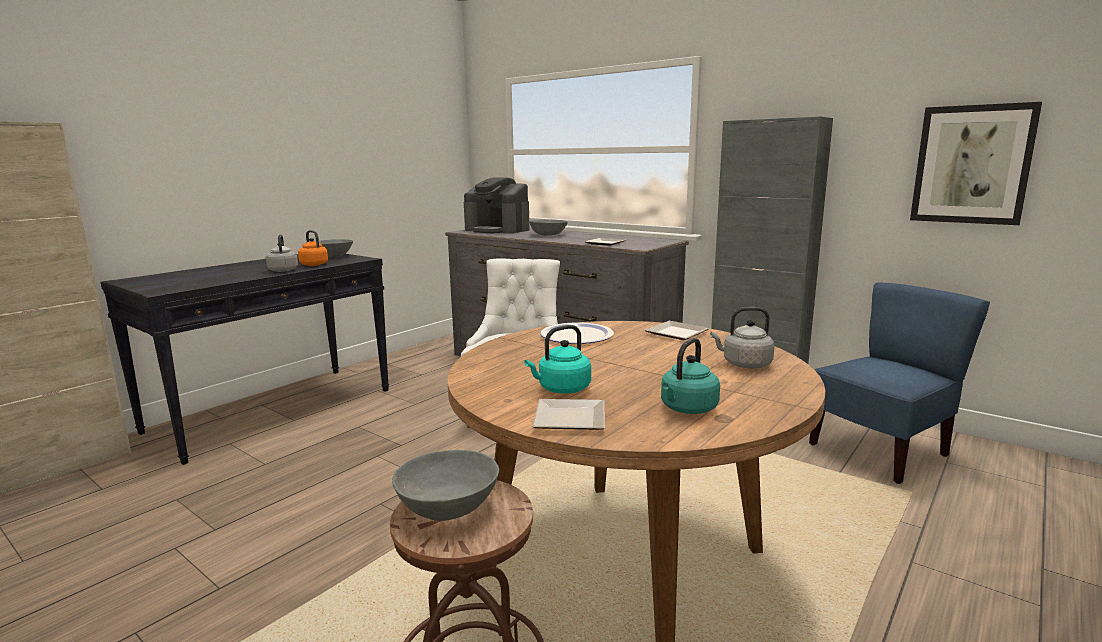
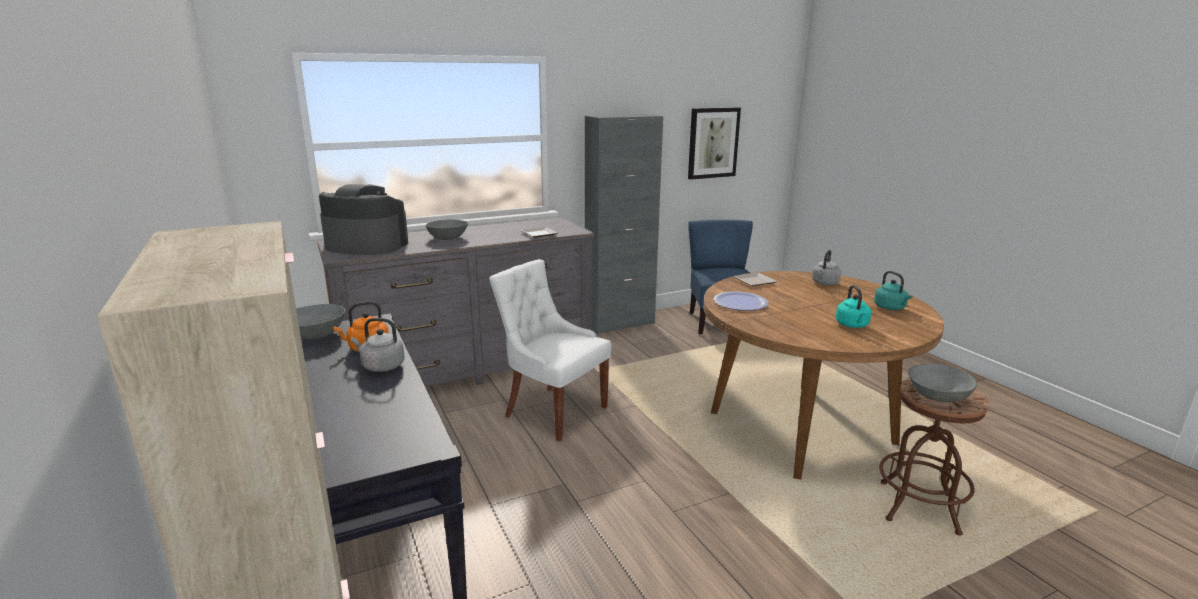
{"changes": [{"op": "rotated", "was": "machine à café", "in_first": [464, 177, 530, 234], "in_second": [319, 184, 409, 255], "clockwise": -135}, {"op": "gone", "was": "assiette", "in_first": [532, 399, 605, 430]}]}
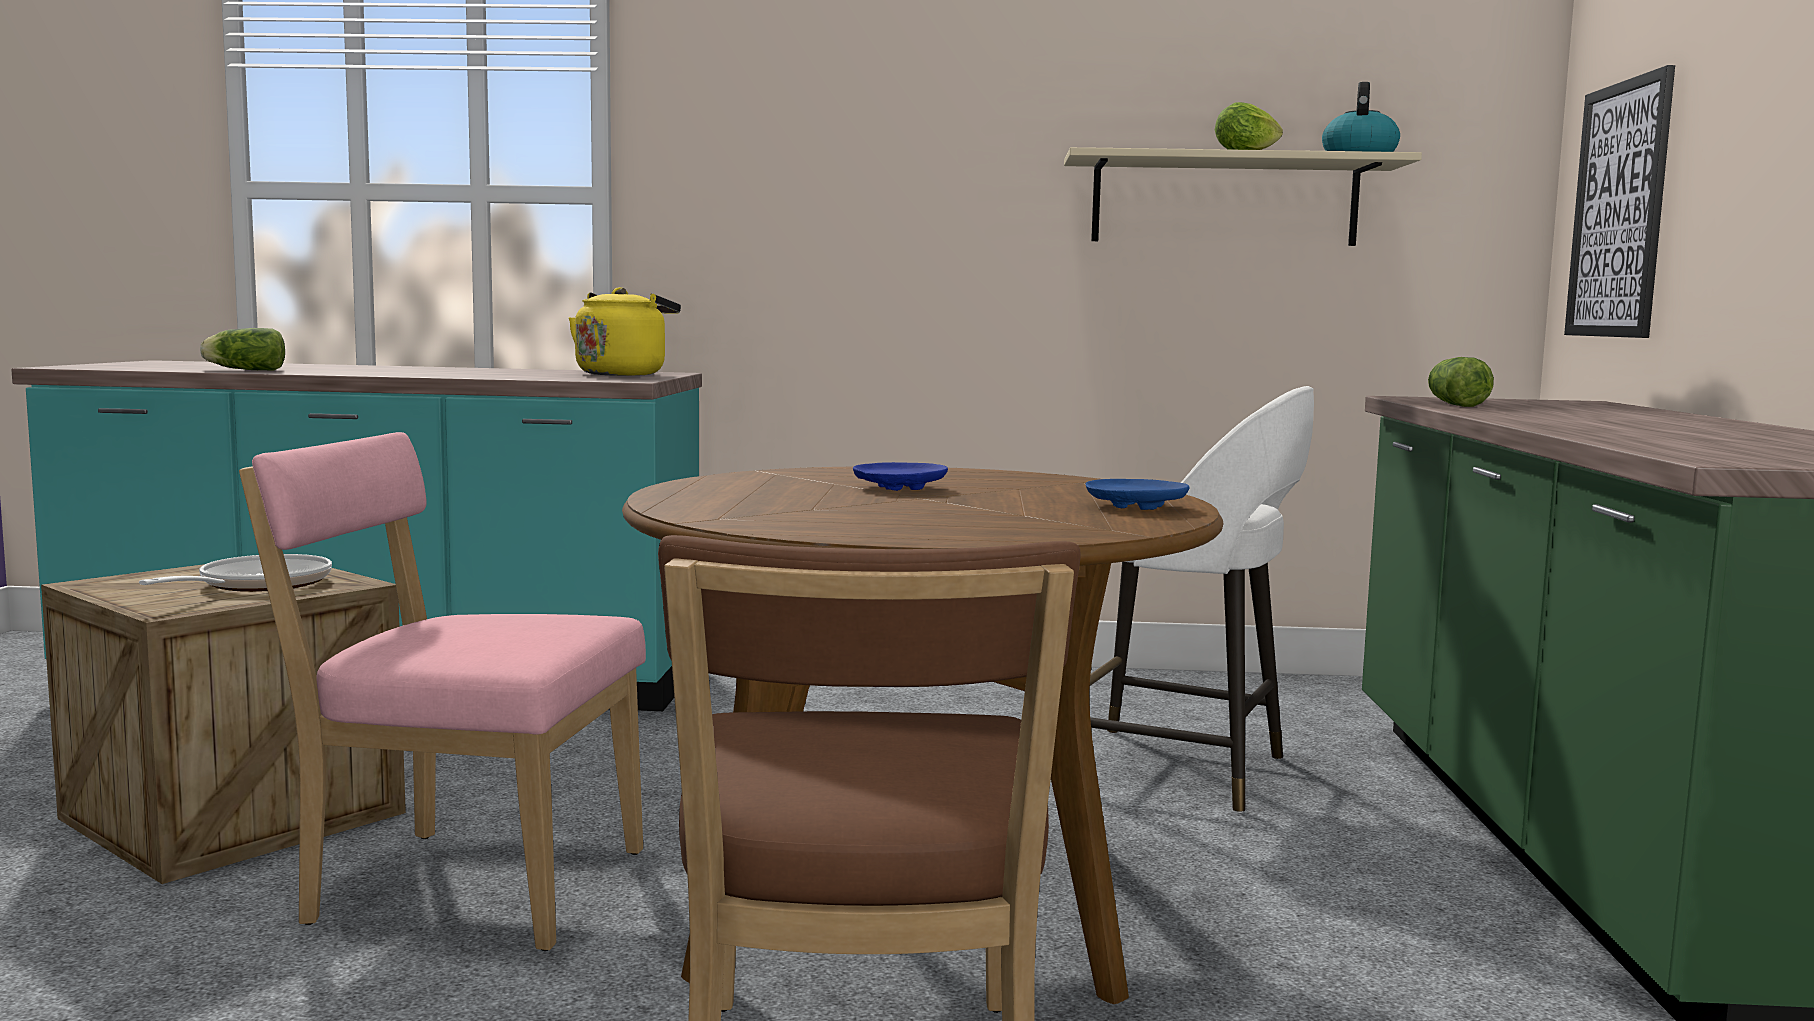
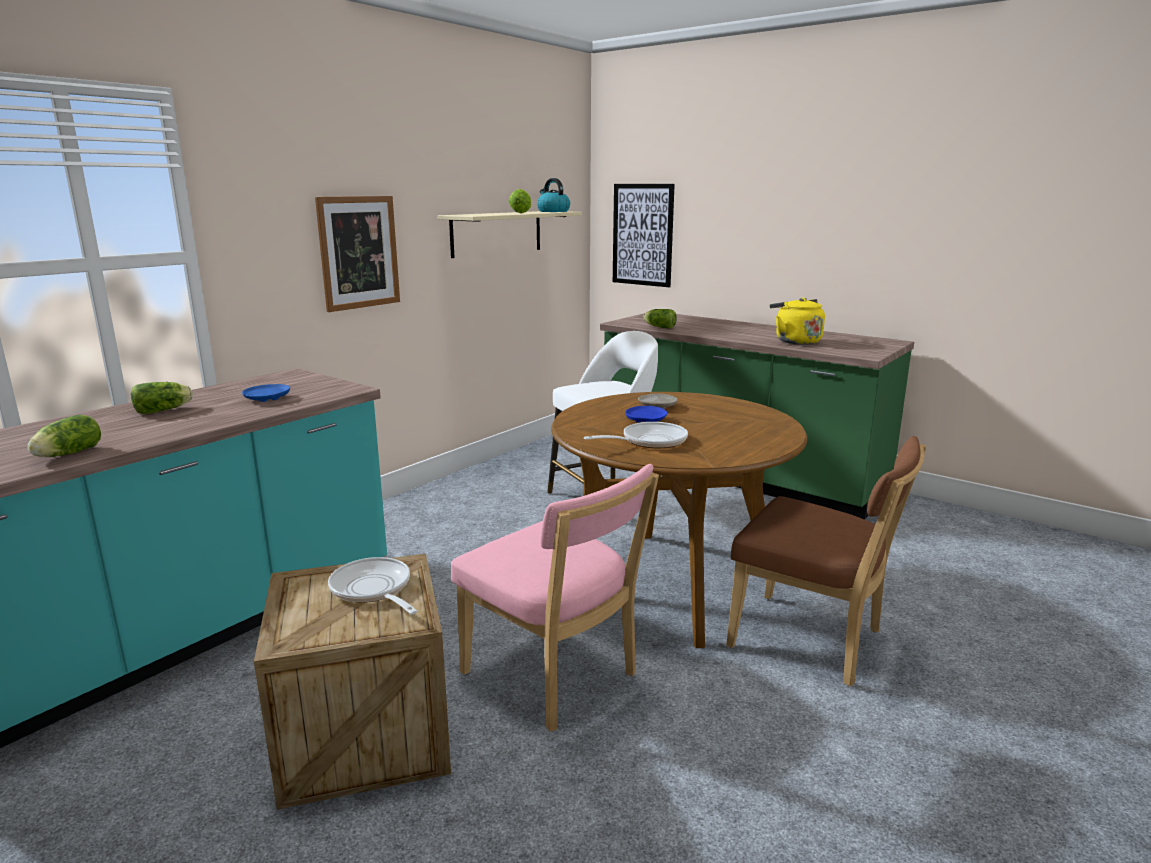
{"changes": [{"op": "rotated", "was": "chaise/rose", "in_first": [239, 432, 646, 951], "in_second": [451, 464, 659, 732], "clockwise": -90}, {"op": "shifted", "was": "bouilloire/jaune", "in_first": [569, 287, 681, 376], "in_second": [770, 297, 825, 345]}, {"op": "shifted", "was": "assiette/bleu", "in_first": [1086, 479, 1190, 510], "in_second": [242, 384, 290, 402]}, {"op": "new", "now": "laitue", "in_second": [131, 382, 193, 414]}, {"op": "new", "now": "tableau", "in_second": [315, 196, 400, 312]}, {"op": "new", "now": "poêle", "in_second": [584, 422, 688, 448]}, {"op": "new", "now": "assiette/beige", "in_second": [638, 393, 678, 409]}]}
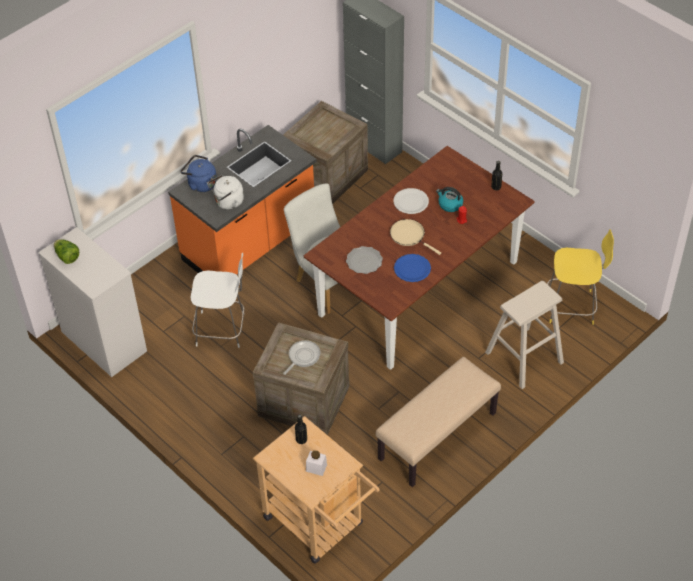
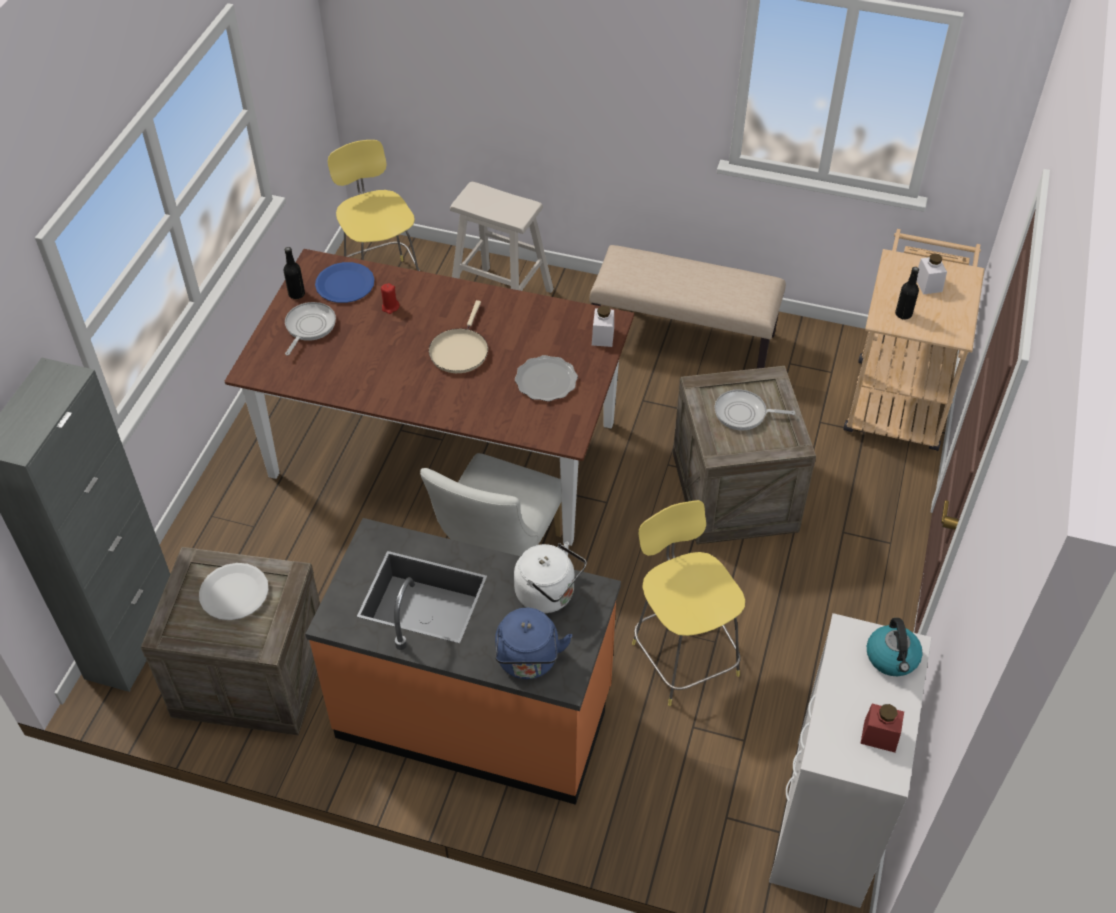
{"changes": [{"op": "swapped", "was": "laitue", "now": "bocal/rouge", "in_first": [54, 239, 79, 264], "in_second": [860, 704, 904, 752]}, {"op": "repainted", "was": "tabouret/blanc", "now": "tabouret/jaune", "in_first": [191, 253, 244, 348], "in_second": [632, 500, 745, 706]}, {"op": "shifted", "was": "assiette/blanc", "in_first": [393, 188, 429, 214], "in_second": [199, 563, 269, 620]}, {"op": "shifted", "was": "assiette/bleu", "in_first": [394, 254, 431, 282], "in_second": [315, 262, 375, 303]}, {"op": "shifted", "was": "bouilloire", "in_first": [436, 187, 463, 212], "in_second": [867, 618, 923, 676]}, {"op": "new", "now": "poêle", "in_second": [285, 302, 336, 355]}, {"op": "new", "now": "bocal/blanc", "in_second": [592, 306, 614, 347]}]}
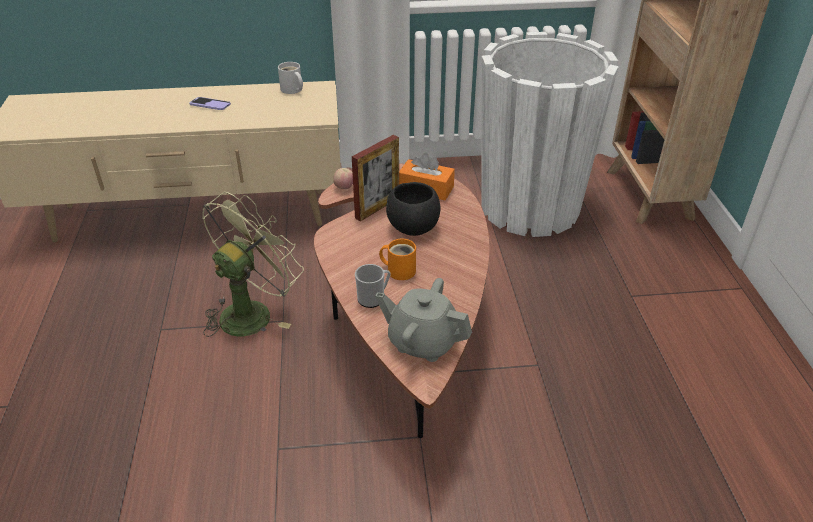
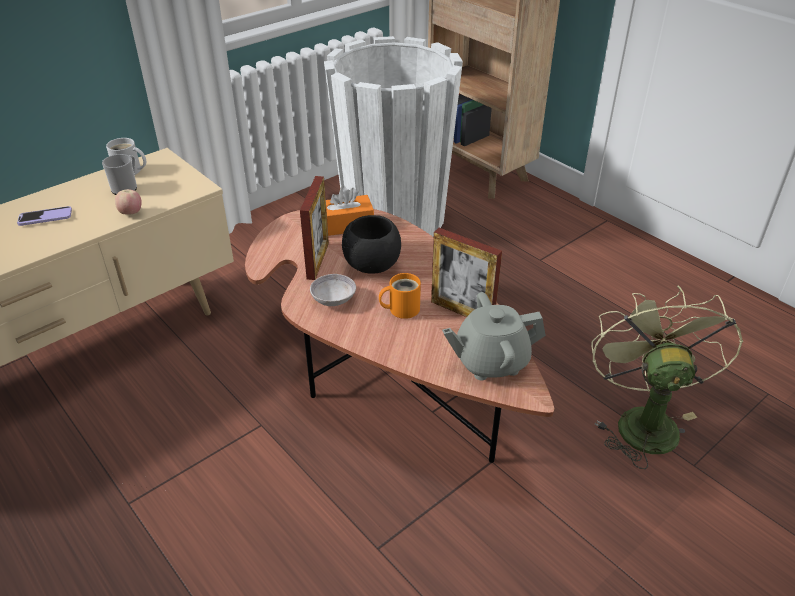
{"changes": [{"op": "shifted", "was": "ventilateur/vert", "in_first": [202, 192, 304, 337], "in_second": [591, 285, 743, 469]}, {"op": "shifted", "was": "pomme", "in_first": [333, 168, 353, 189], "in_second": [115, 189, 142, 214]}, {"op": "shifted", "was": "mug", "in_first": [355, 264, 391, 308], "in_second": [102, 154, 137, 195]}, {"op": "new", "now": "bol/gris", "in_second": [310, 274, 356, 306]}, {"op": "new", "now": "cadre photo", "in_second": [431, 228, 502, 317]}]}
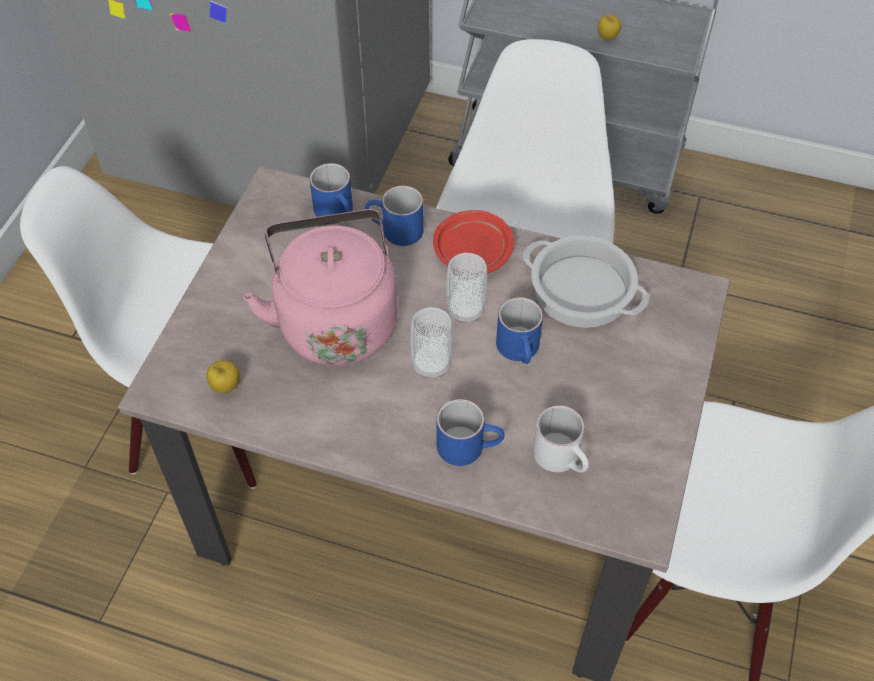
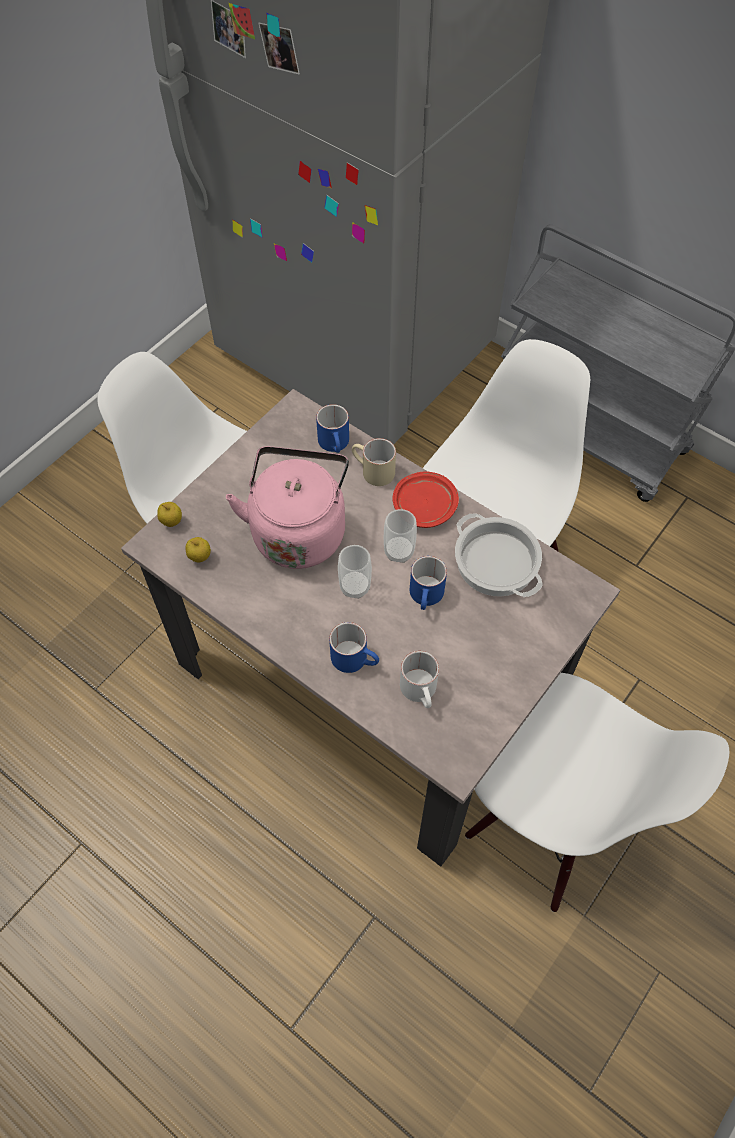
{"changes": [{"op": "repainted", "was": "mug/bleu", "now": "mug/beige", "in_first": [365, 186, 424, 246], "in_second": [352, 438, 396, 486]}, {"op": "shifted", "was": "pomme", "in_first": [597, 15, 621, 41], "in_second": [157, 502, 182, 527]}]}
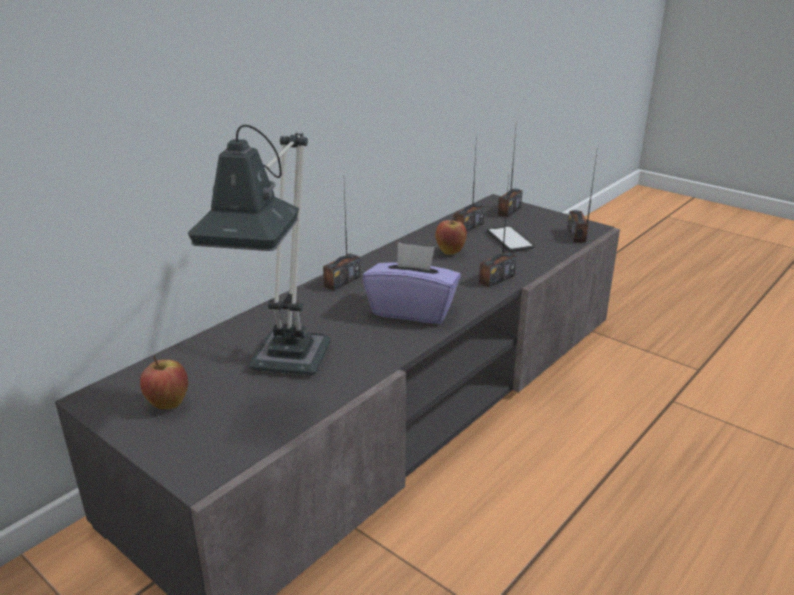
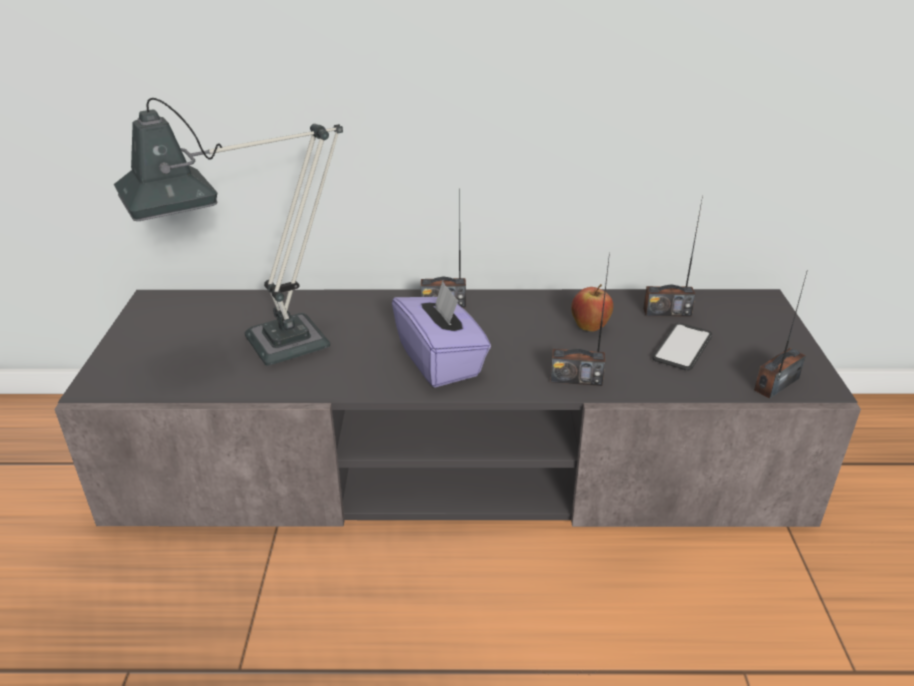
{"changes": [{"op": "gone", "was": "pomme", "in_first": [140, 356, 188, 409]}, {"op": "gone", "was": "radio", "in_first": [498, 130, 523, 217]}]}
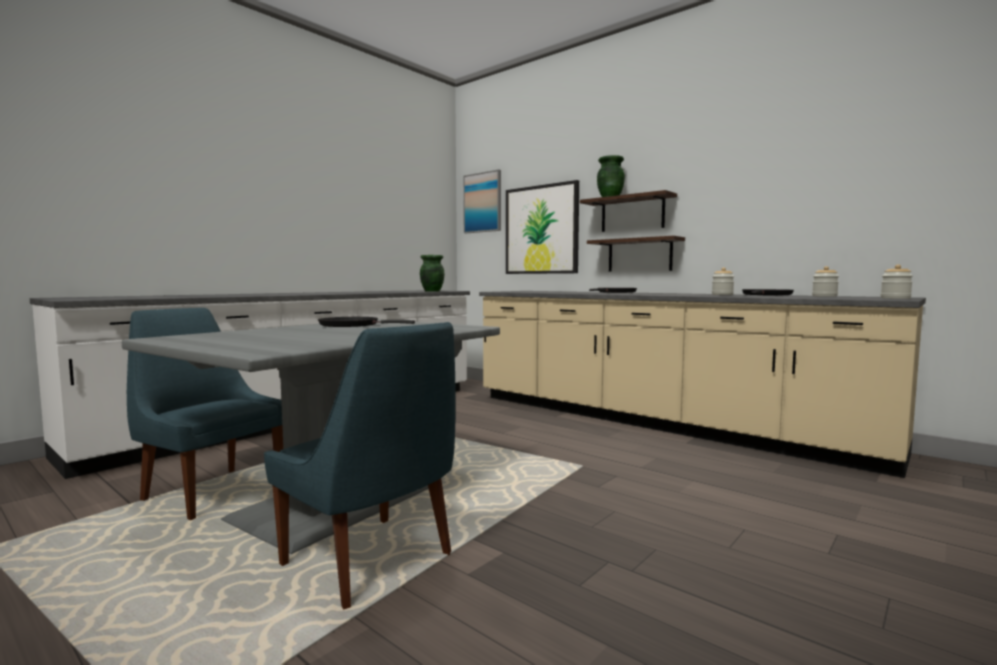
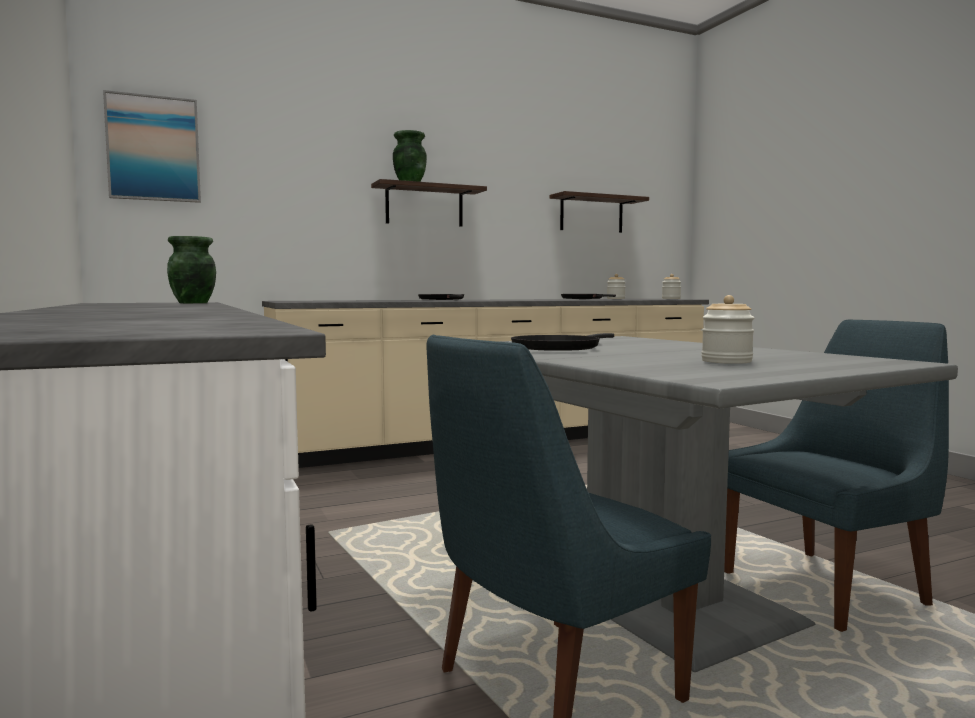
{"changes": [{"op": "gone", "was": "tableau", "in_first": [506, 180, 579, 274]}, {"op": "shifted", "was": "étagère", "in_first": [587, 236, 685, 271], "in_second": [550, 191, 649, 233]}, {"op": "shifted", "was": "bocal", "in_first": [712, 267, 734, 295], "in_second": [701, 295, 754, 364]}]}
